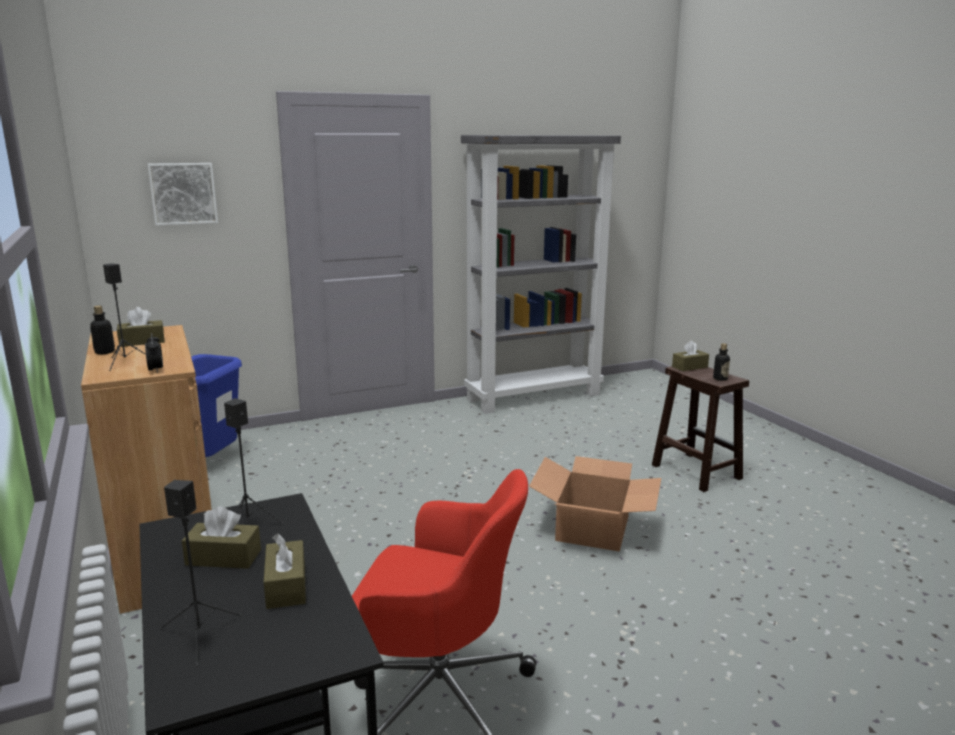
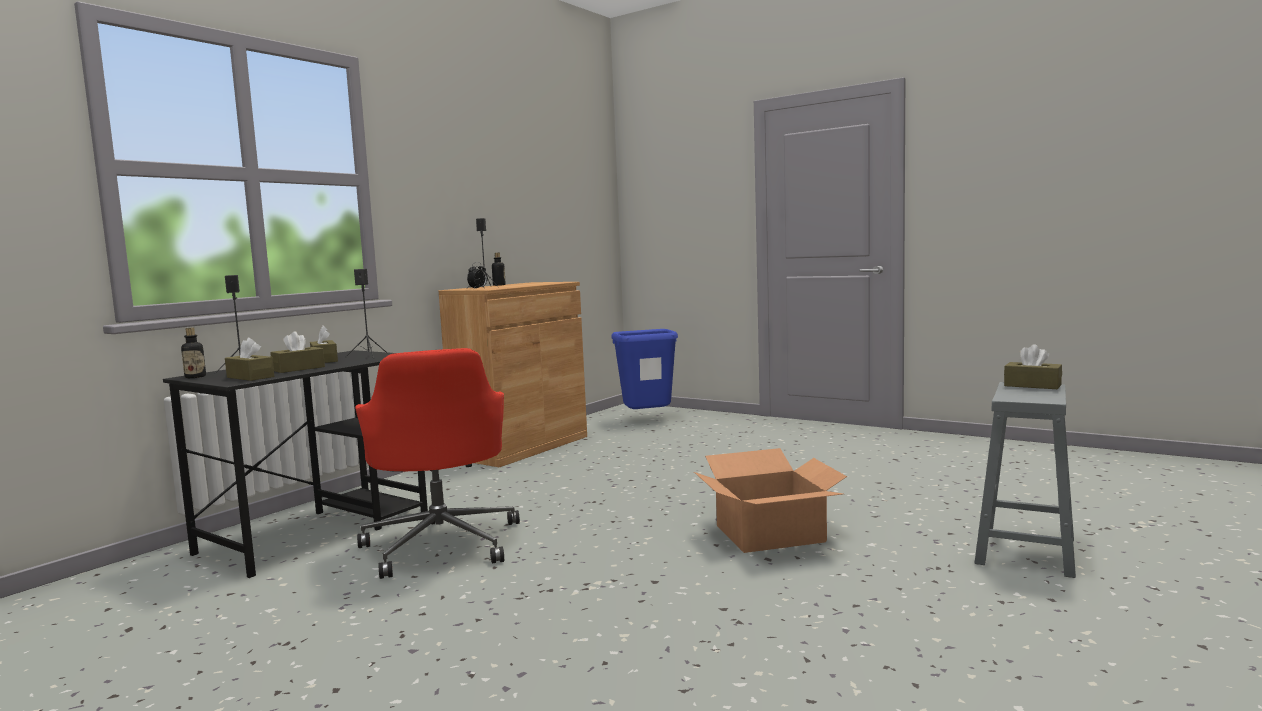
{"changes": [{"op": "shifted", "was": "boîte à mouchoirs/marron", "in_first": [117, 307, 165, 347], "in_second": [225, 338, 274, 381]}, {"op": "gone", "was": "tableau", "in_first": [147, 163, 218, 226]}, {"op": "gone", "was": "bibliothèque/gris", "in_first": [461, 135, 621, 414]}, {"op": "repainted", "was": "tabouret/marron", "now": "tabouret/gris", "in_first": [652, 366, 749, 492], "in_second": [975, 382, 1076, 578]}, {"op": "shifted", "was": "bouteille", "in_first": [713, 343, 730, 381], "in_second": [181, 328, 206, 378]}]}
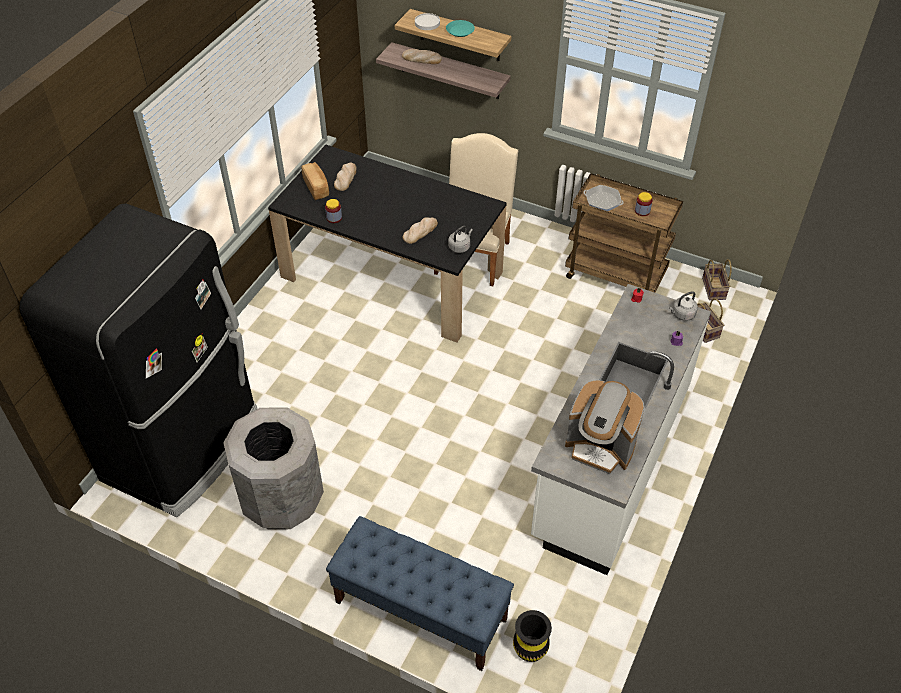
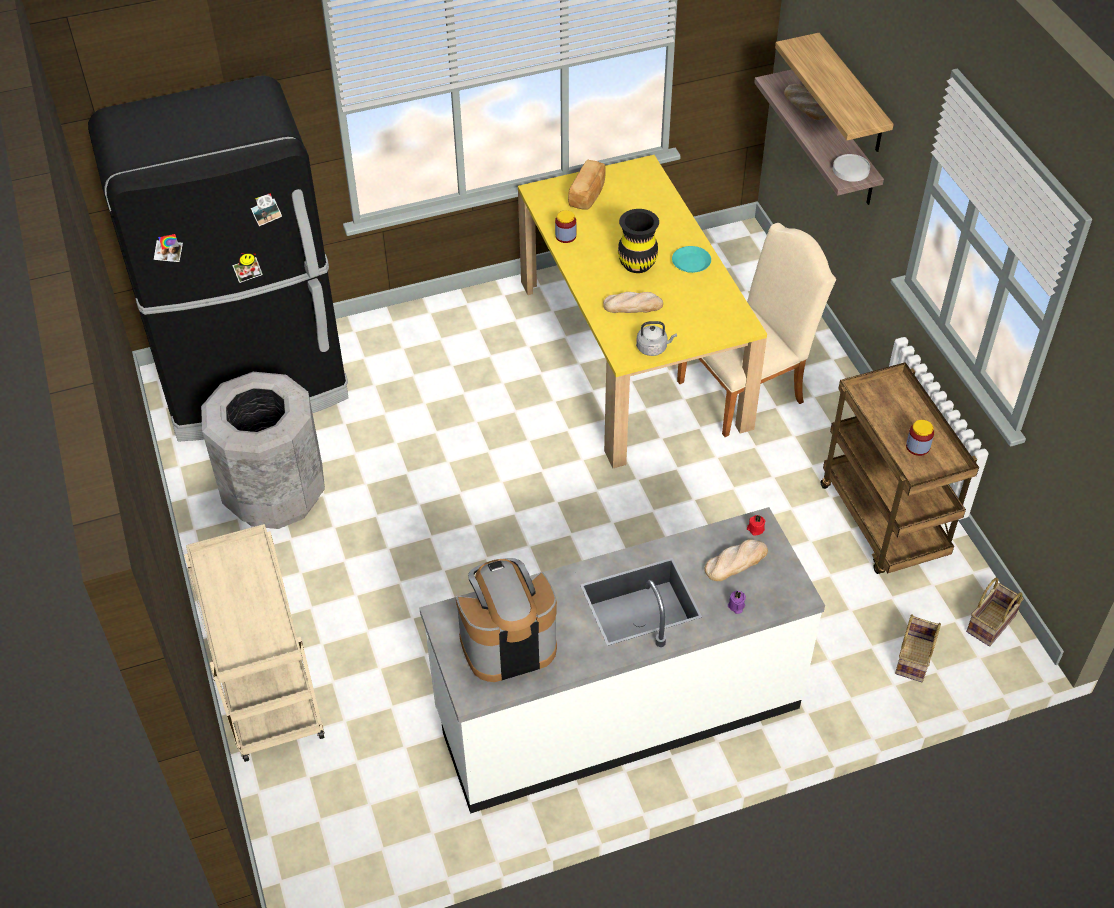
{"changes": [{"op": "repainted", "was": "table à manger/noir", "now": "table à manger/jaune", "in_first": [268, 145, 507, 343], "in_second": [518, 155, 767, 468]}, {"op": "swapped", "was": "banc/bleu", "now": "chariot/beige", "in_first": [326, 516, 514, 671], "in_second": [184, 524, 325, 762]}, {"op": "shifted", "was": "pain", "in_first": [334, 163, 357, 191], "in_second": [704, 539, 768, 581]}, {"op": "shifted", "was": "assiette/blanc", "in_first": [415, 13, 440, 30], "in_second": [833, 154, 870, 182]}, {"op": "shifted", "was": "assiette/turquoise", "in_first": [446, 20, 475, 37], "in_second": [672, 246, 711, 273]}, {"op": "shifted", "was": "vase/noir", "in_first": [513, 610, 552, 662], "in_second": [618, 209, 659, 273]}, {"op": "rotated", "was": "machine à café", "in_first": [565, 380, 645, 474], "in_second": [456, 558, 557, 682], "clockwise": 90}, {"op": "gone", "was": "poêle", "in_first": [584, 185, 624, 211]}, {"op": "gone", "was": "bouilloire/gris", "in_first": [669, 291, 698, 321]}]}
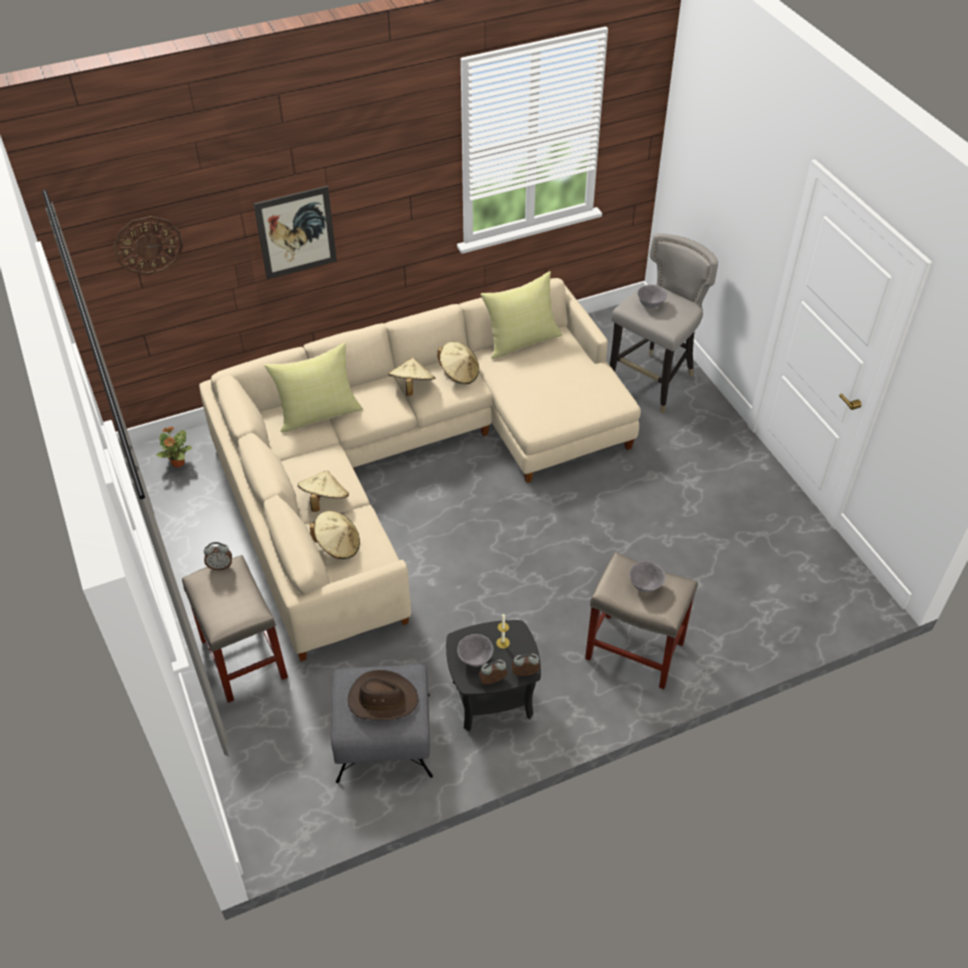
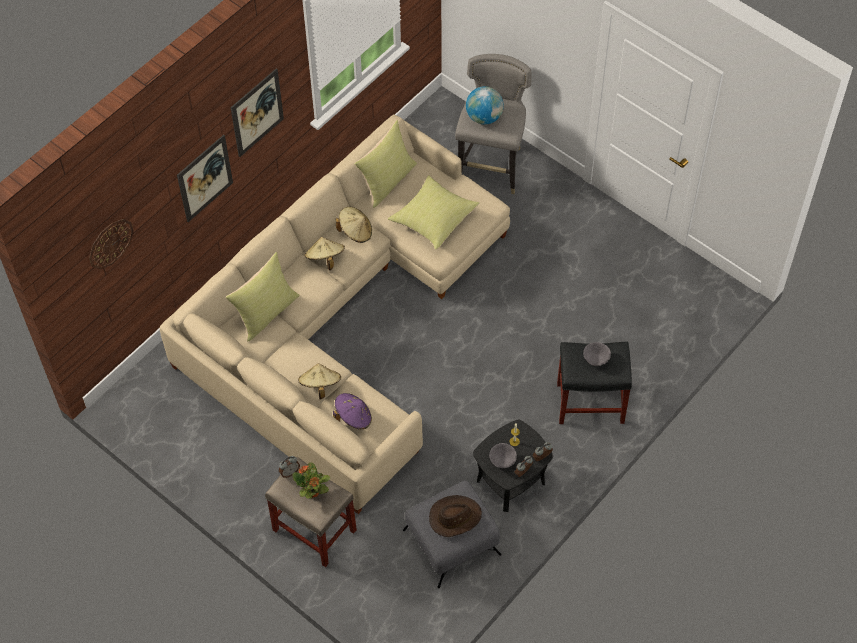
{"changes": [{"op": "shifted", "was": "plante en pot", "in_first": [157, 427, 192, 467], "in_second": [292, 462, 330, 498]}, {"op": "repainted", "was": "chapeau/beige", "now": "chapeau/violet", "in_first": [310, 511, 360, 559], "in_second": [333, 393, 372, 429]}, {"op": "repainted", "was": "tabouret/beige", "now": "tabouret/noir", "in_first": [585, 552, 698, 689], "in_second": [557, 342, 632, 424]}, {"op": "swapped", "was": "bol/gris", "now": "globe", "in_first": [637, 285, 667, 308], "in_second": [466, 86, 504, 125]}, {"op": "new", "now": "tableau", "in_second": [230, 68, 284, 157]}, {"op": "new", "now": "coussin/jaune", "in_second": [388, 175, 480, 250]}]}
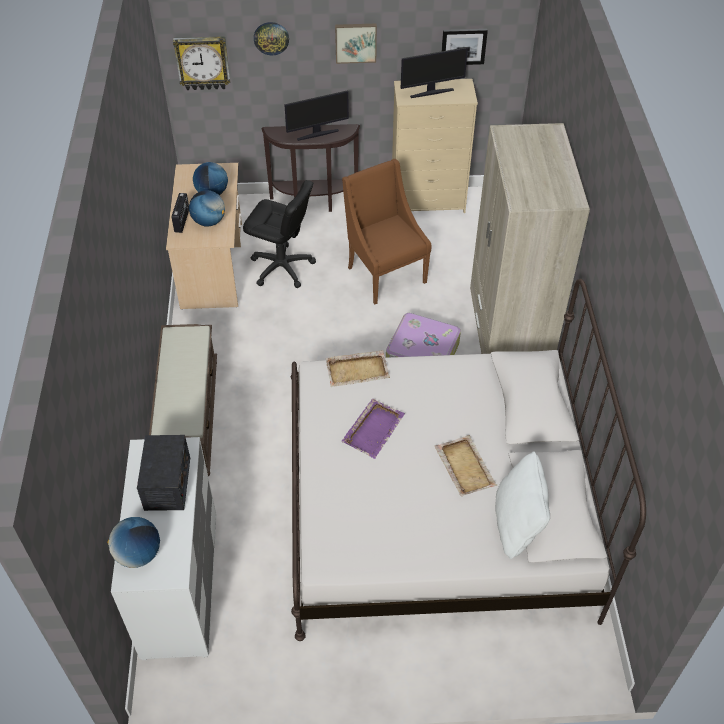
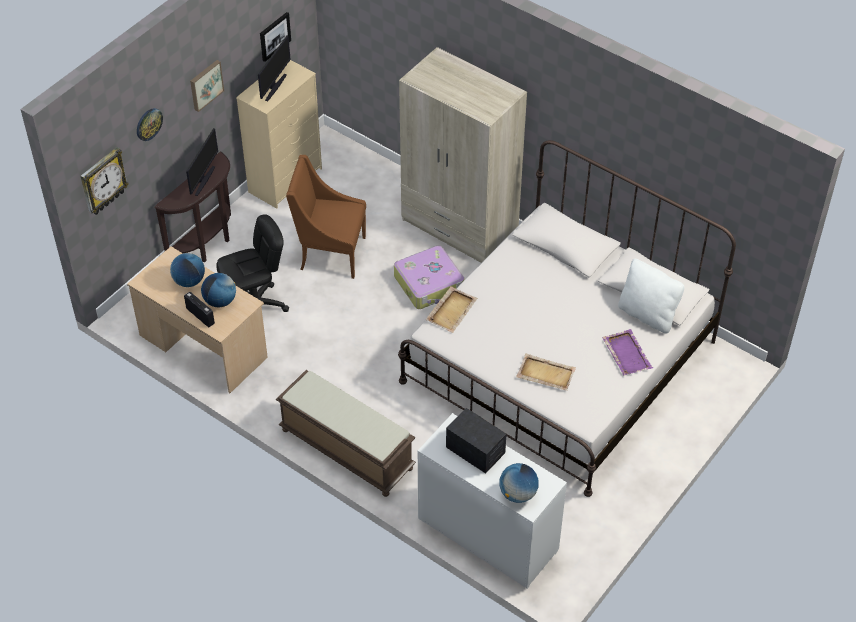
{"changes": [{"op": "shifted", "was": "plateau/violet", "in_first": [341, 399, 405, 459], "in_second": [602, 329, 653, 376]}, {"op": "shifted", "was": "plateau/beige", "in_first": [435, 435, 497, 496], "in_second": [516, 353, 576, 391]}]}
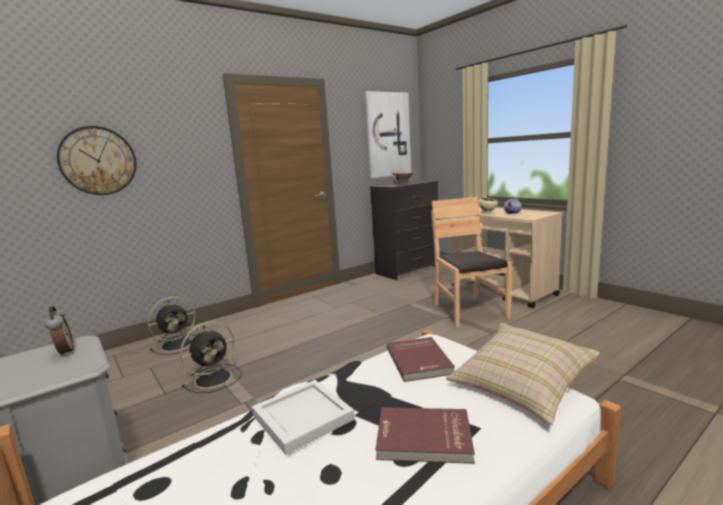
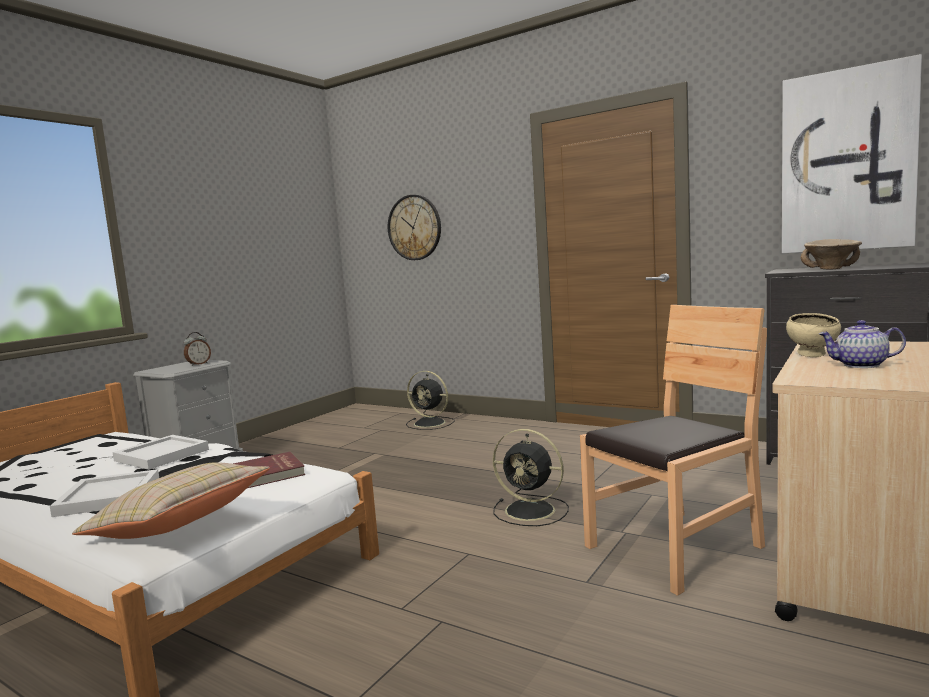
{"changes": [{"op": "shifted", "was": "ventilateur/noir", "in_first": [180, 321, 241, 393], "in_second": [493, 429, 569, 526]}, {"op": "swapped", "was": "livre/rouge", "now": "plateau/blanc", "in_first": [376, 407, 475, 464], "in_second": [50, 469, 159, 517]}]}
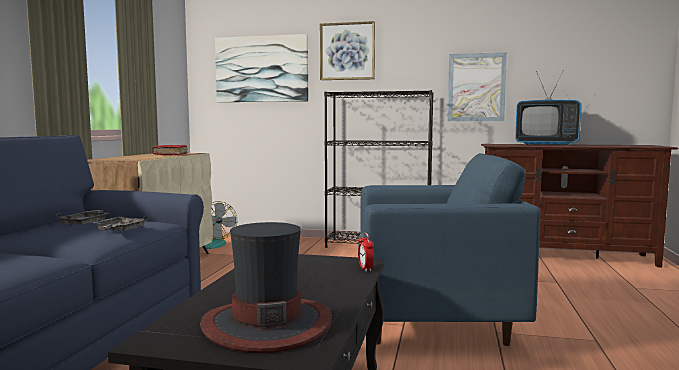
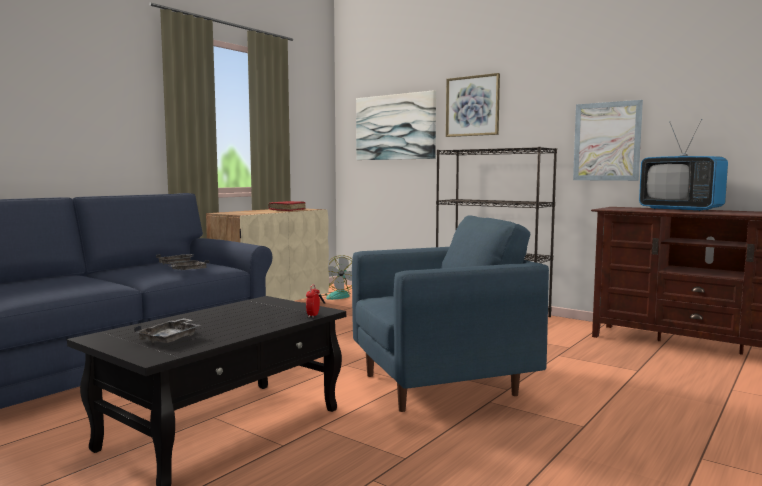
{"changes": [{"op": "swapped", "was": "chapeau", "now": "plateau/gris", "in_first": [200, 222, 332, 353], "in_second": [134, 318, 200, 344]}, {"op": "rotated", "was": "fauteuil/bleu", "in_first": [358, 153, 540, 346], "in_second": [352, 216, 549, 412], "clockwise": -45}]}
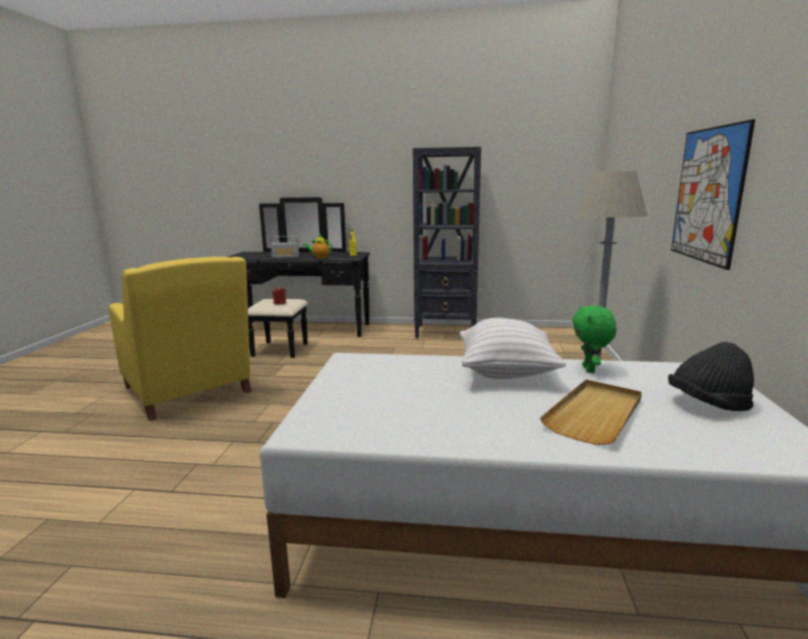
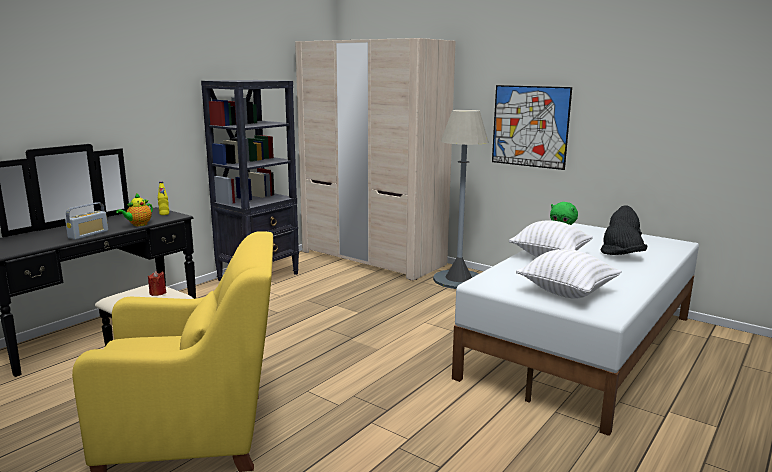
{"changes": [{"op": "swapped", "was": "plateau/beige", "now": "chapeau/noir", "in_first": [540, 380, 642, 445], "in_second": [600, 220, 647, 255]}, {"op": "new", "now": "armoire/beige", "in_second": [295, 38, 456, 280]}, {"op": "new", "now": "coussin/blanc", "in_second": [516, 249, 622, 299]}]}
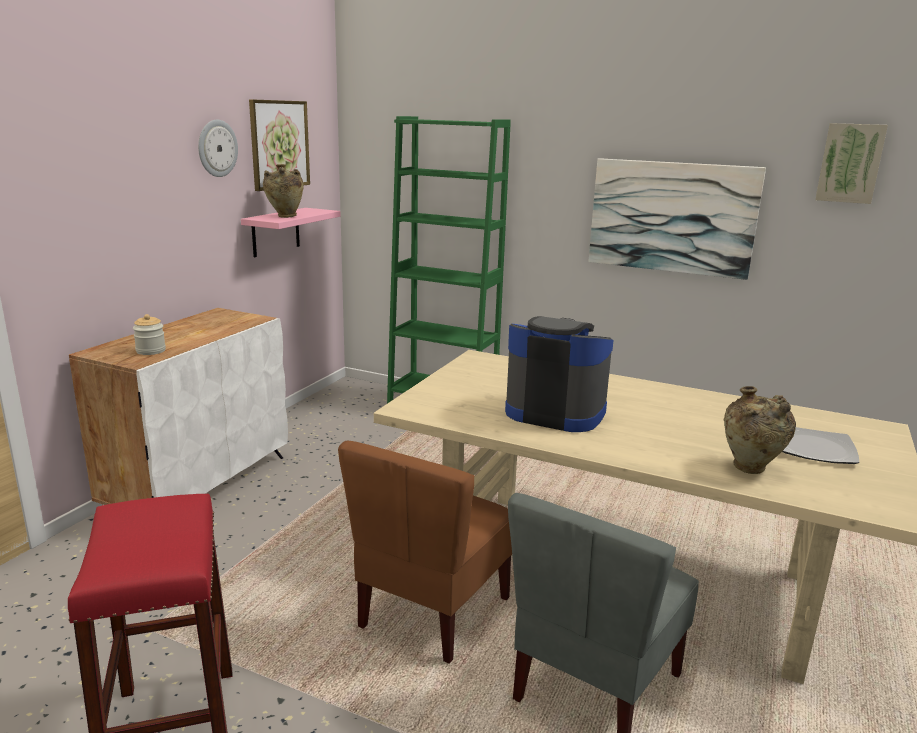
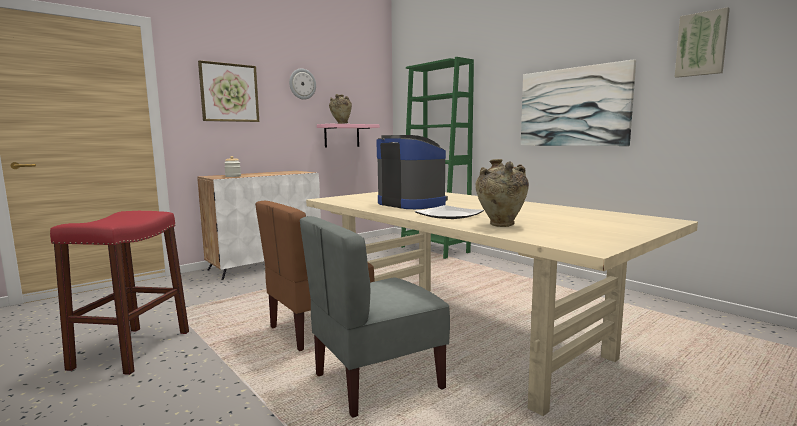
{"changes": [{"op": "shifted", "was": "tableau", "in_first": [249, 99, 310, 191], "in_second": [198, 60, 259, 122]}, {"op": "shifted", "was": "assiette", "in_first": [782, 427, 859, 464], "in_second": [414, 205, 484, 219]}]}
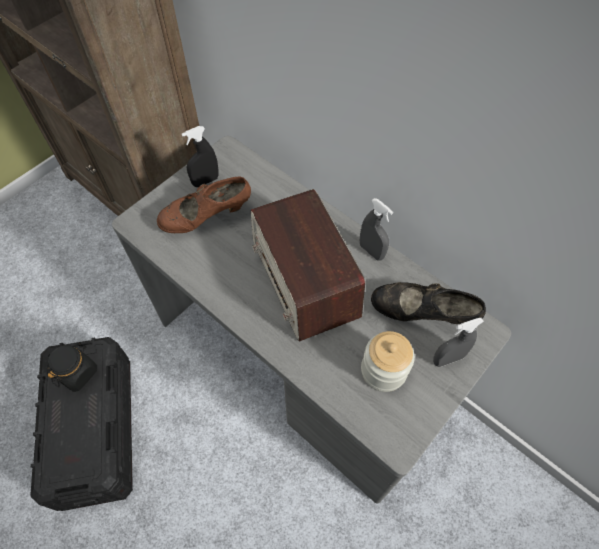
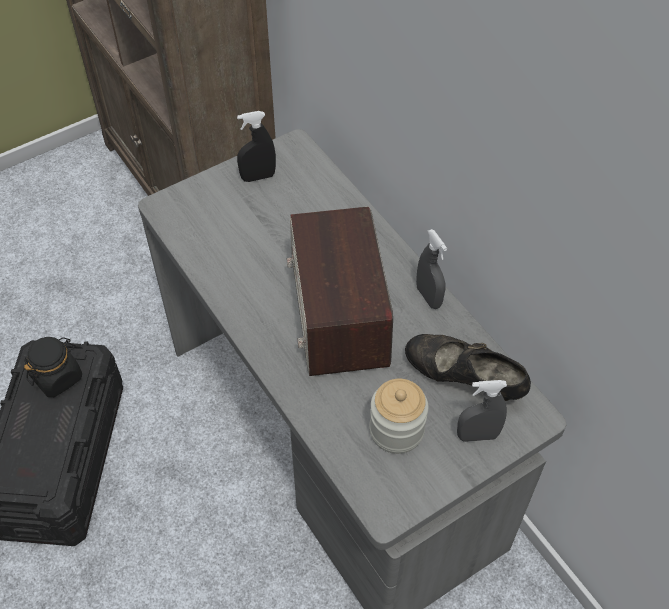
{"changes": [{"op": "gone", "was": "chaussure/marron", "in_first": [157, 177, 251, 233]}]}
